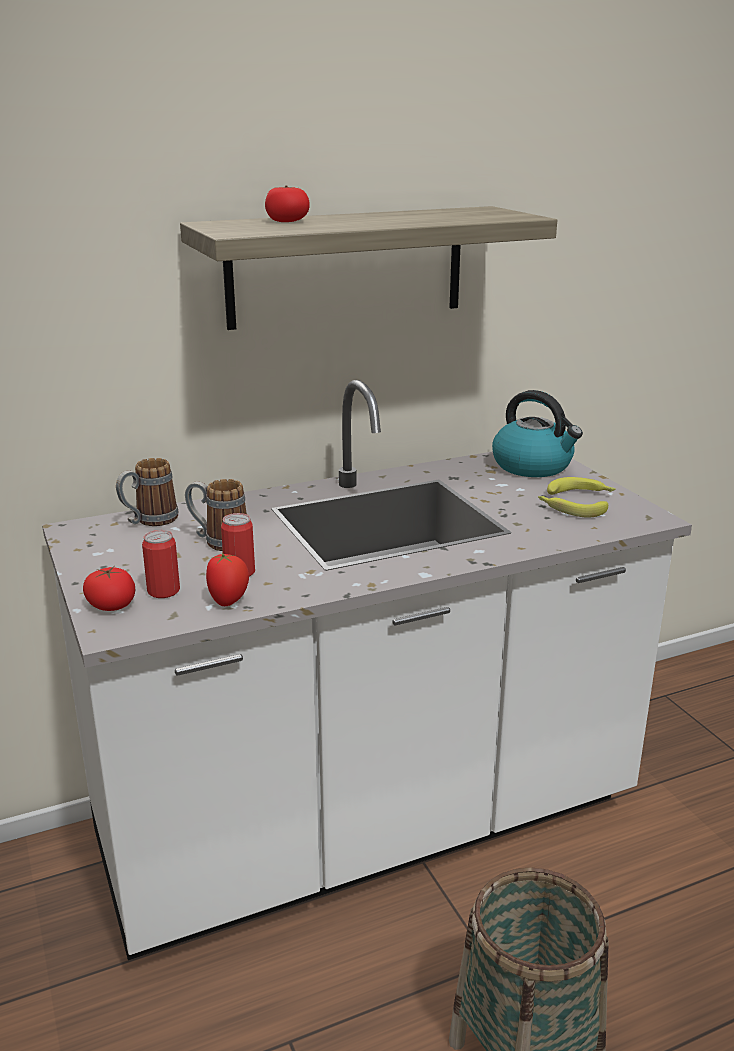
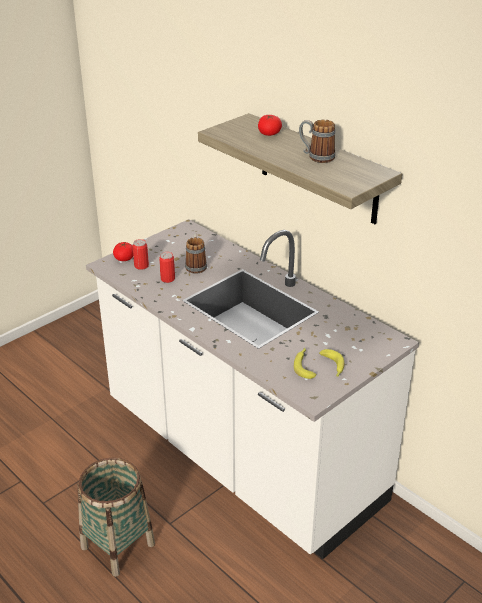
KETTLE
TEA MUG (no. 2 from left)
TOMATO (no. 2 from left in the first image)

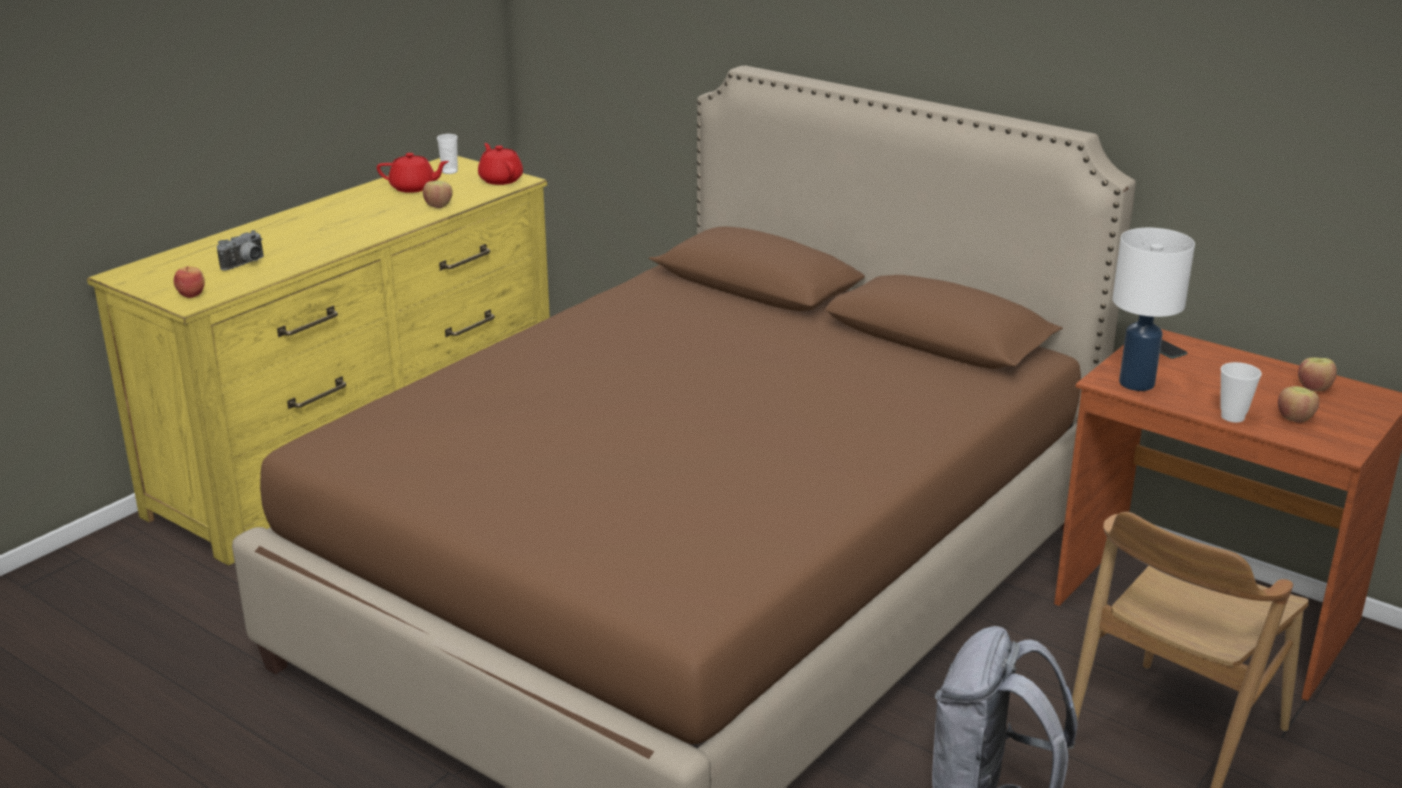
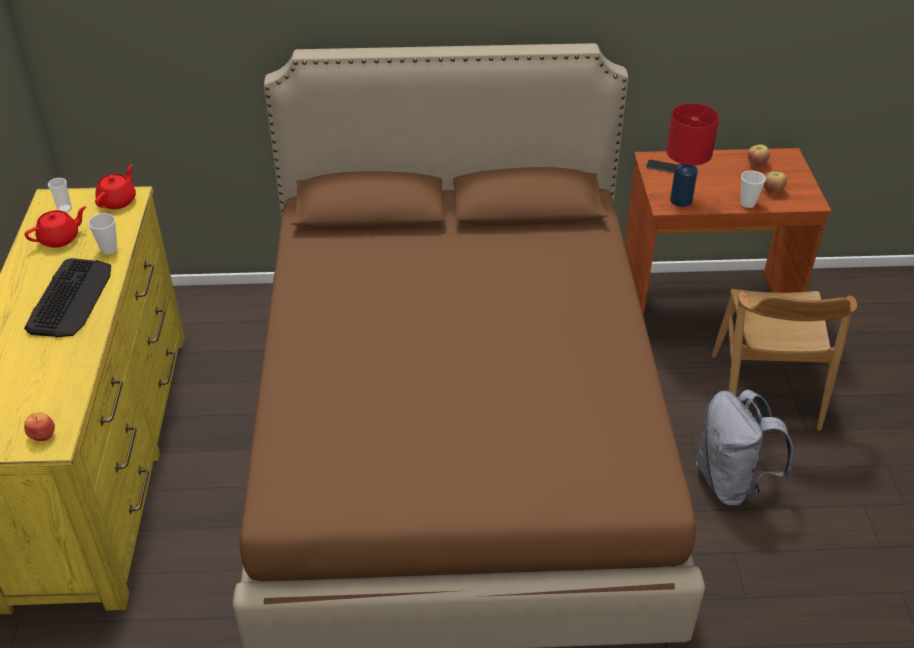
RED TEAPOT (no. 2 from left)
CUP (no. 2 from left)
RED LAMP FOR A TABLE
PHOTO CAMERA
COMPUTER KEYBOARD

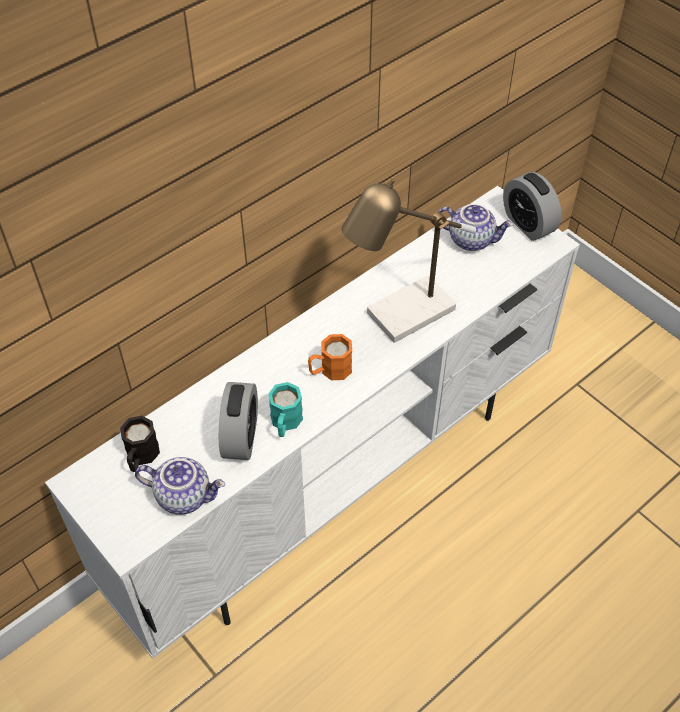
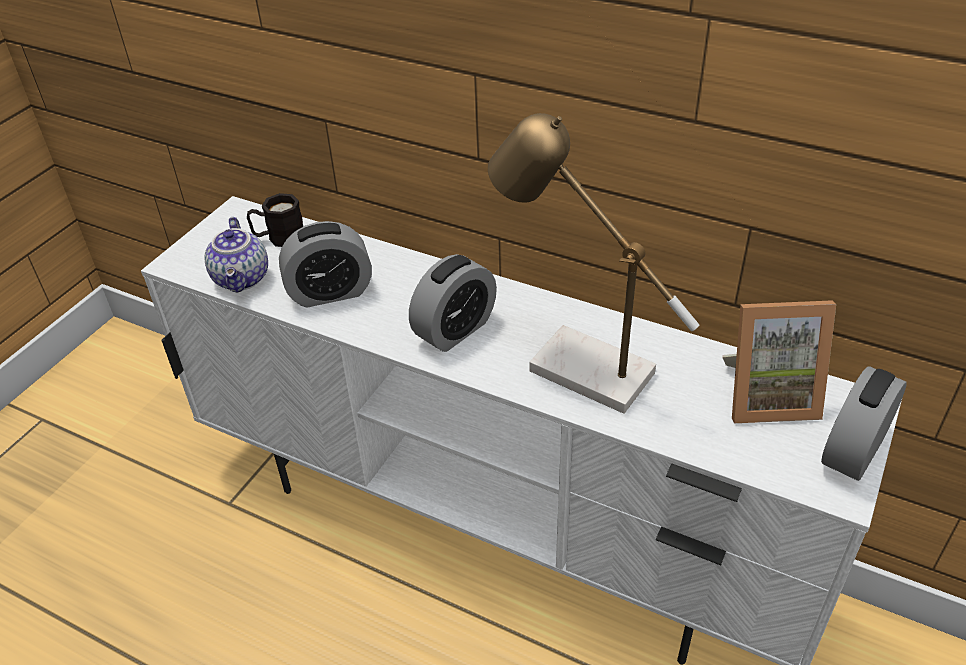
STANDING FRAME
ALARM CLOCK (no. 2 from left)
BLUE-GREEN TEA MUG

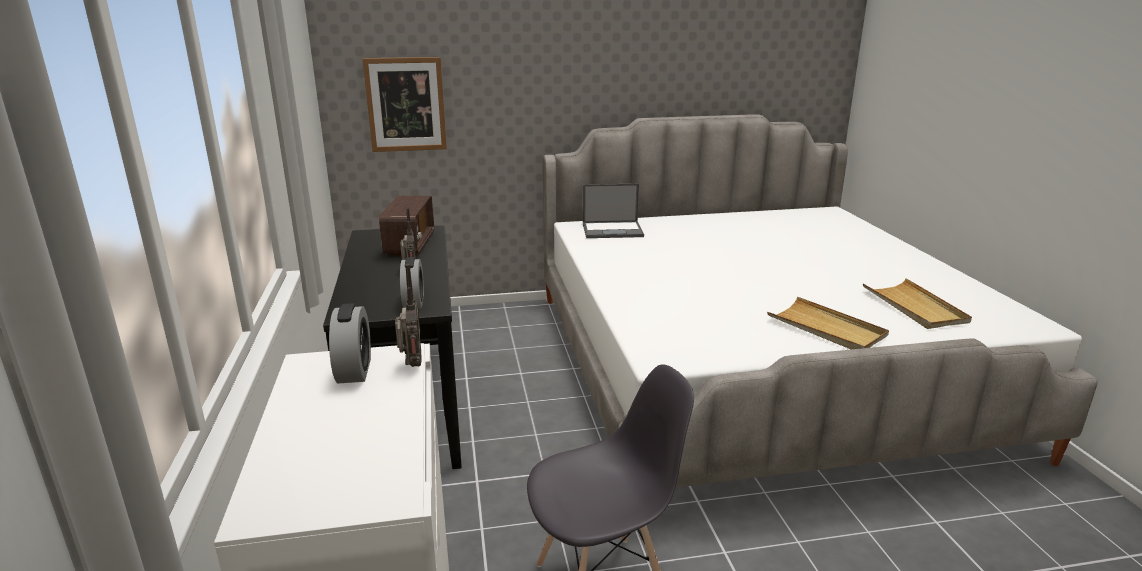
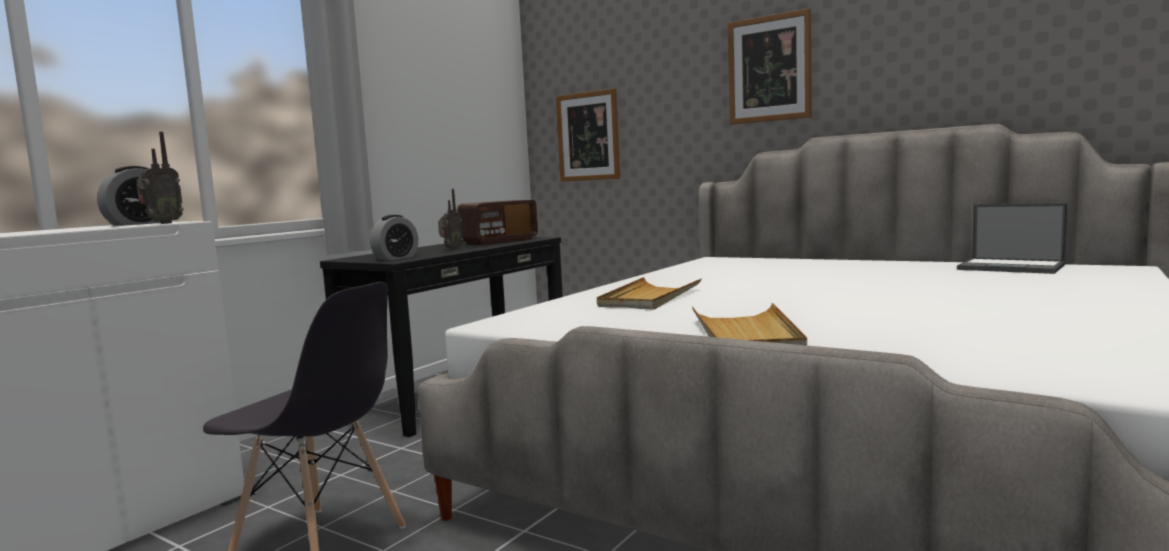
PORTABLE COMPUTER
SAND-COLOURED SERVING TRAY (no. 1 from left)
WALL ART (no. 2 from left)

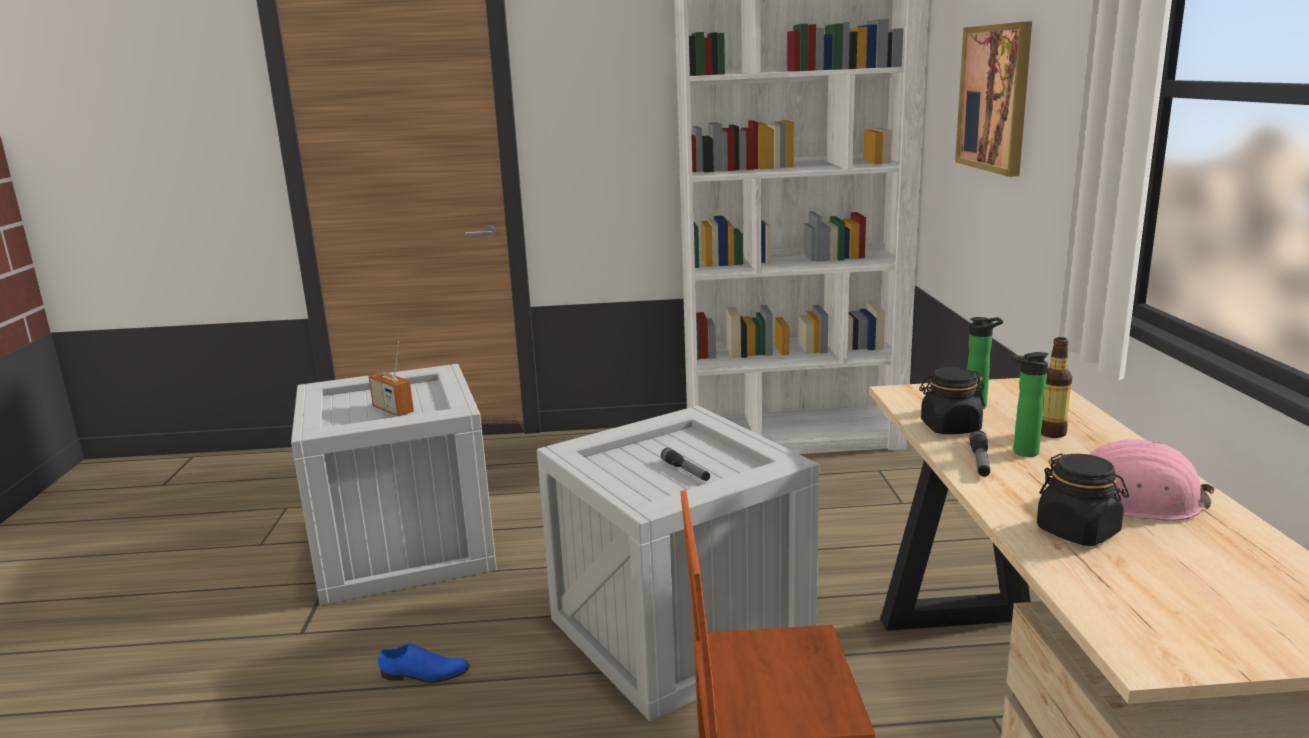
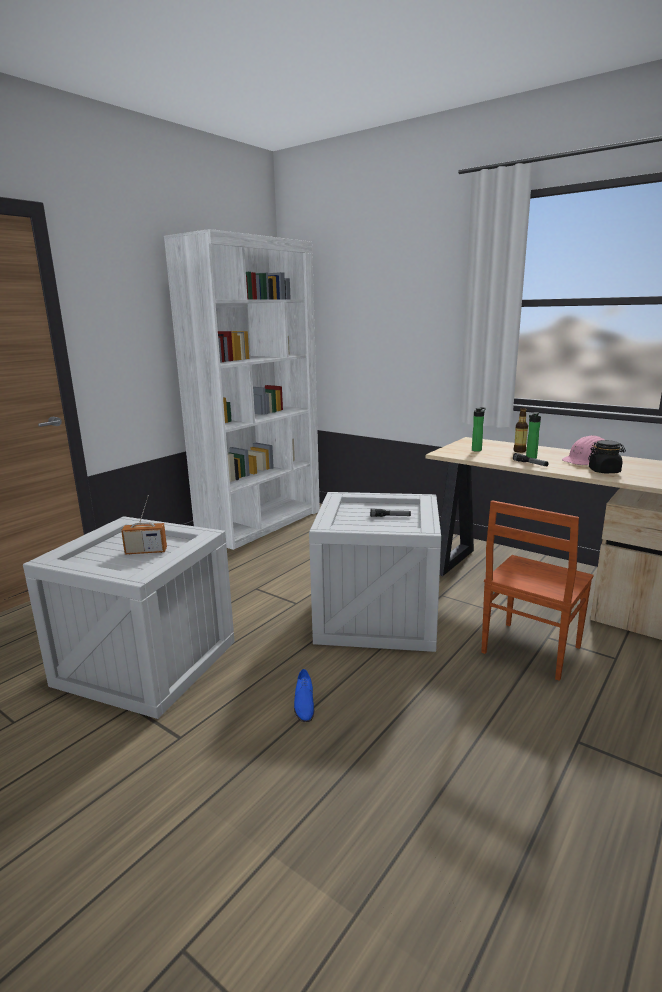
WALL ART
BLACK STORAGE JAR (no. 1 from left in the first image)
BLUISH ITEM OF FOOTWEAR

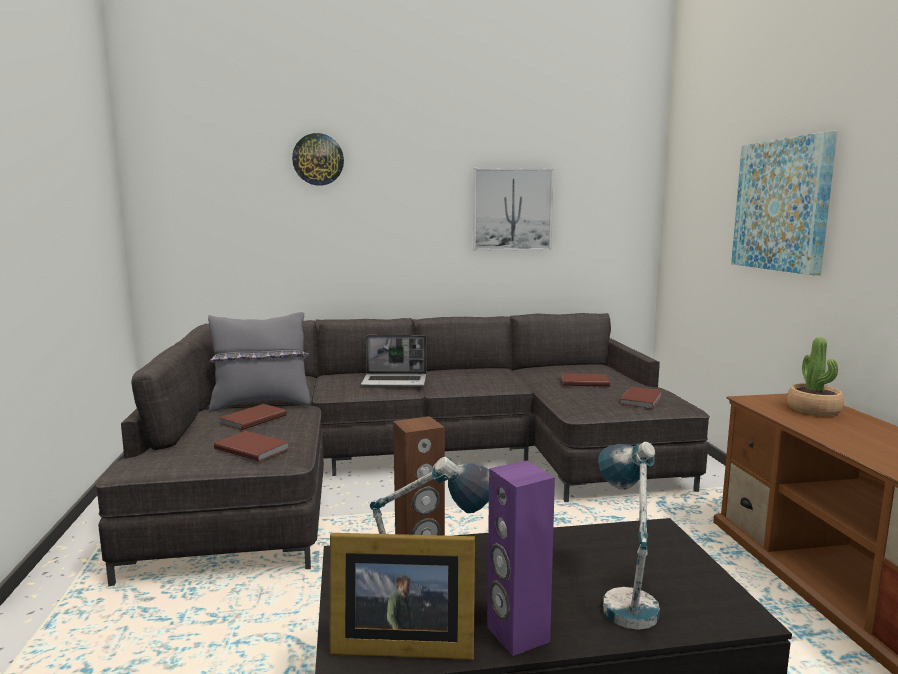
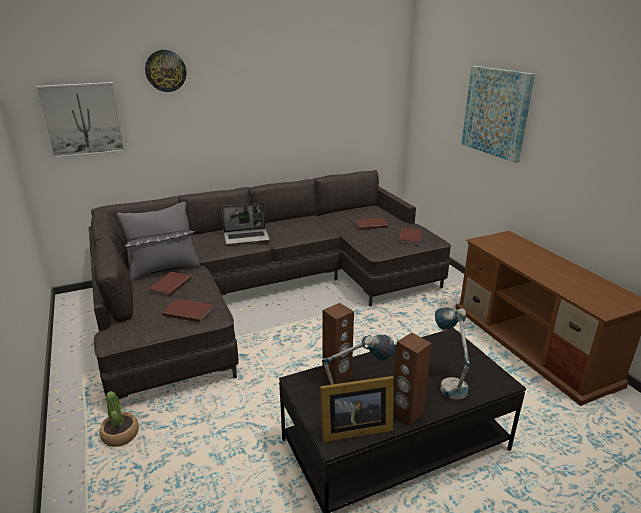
WALL ART (no. 1 from left)
PLANT IN A POT
BROWN-COLOURED SPEAKER (no. 2 from left)

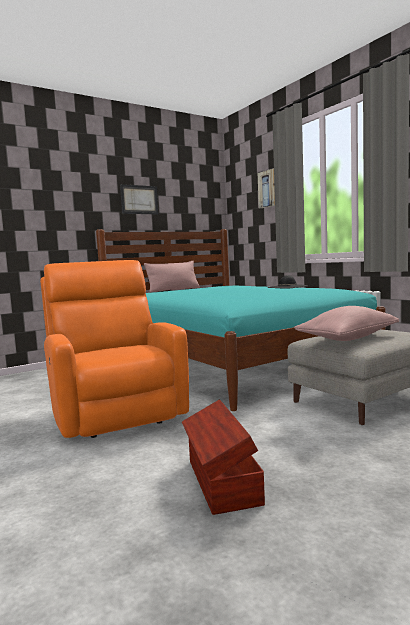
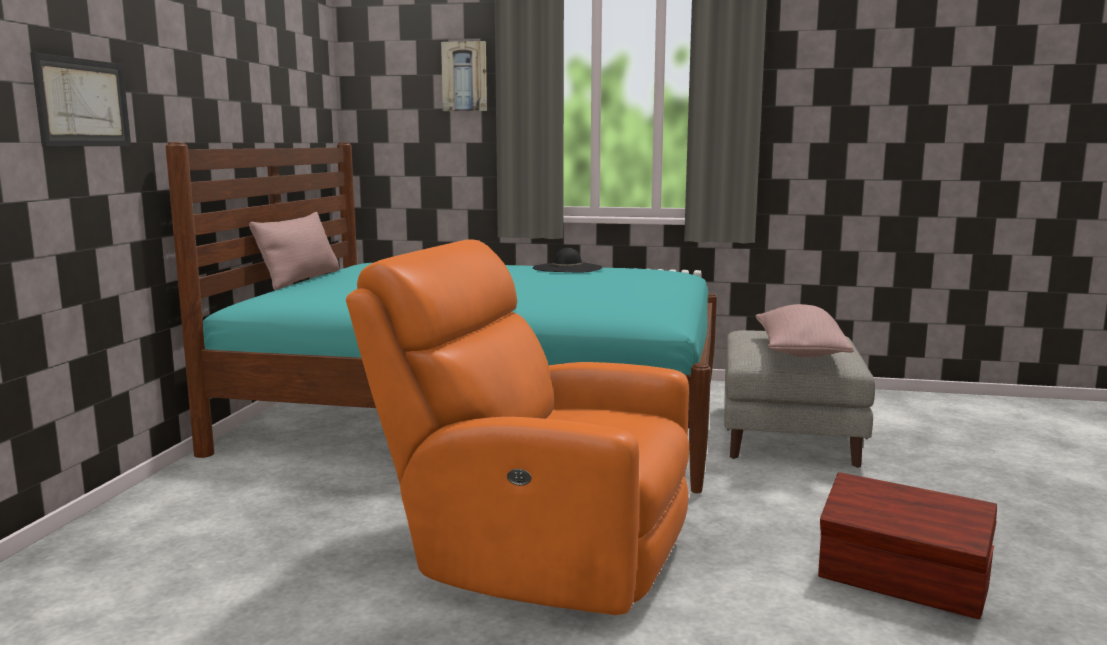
WALL ART (no. 1 from left)

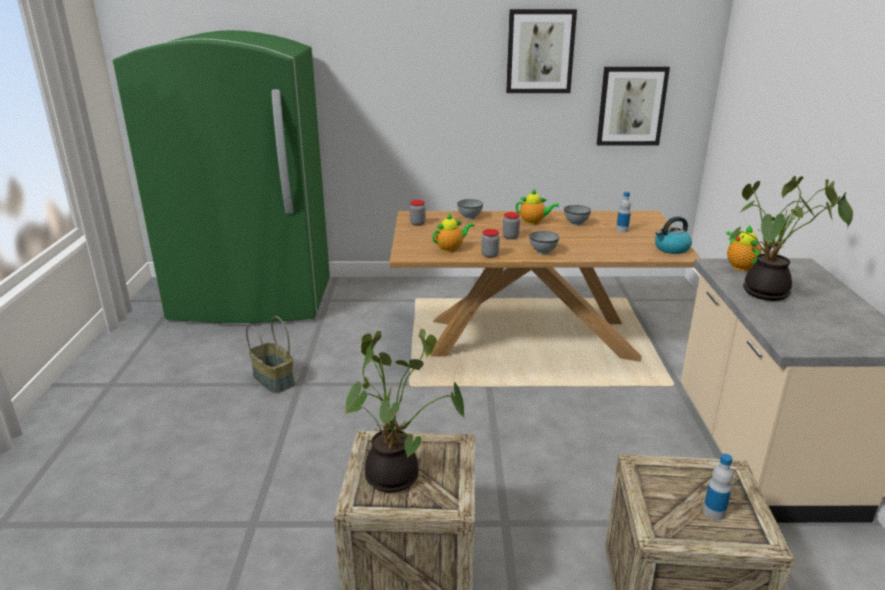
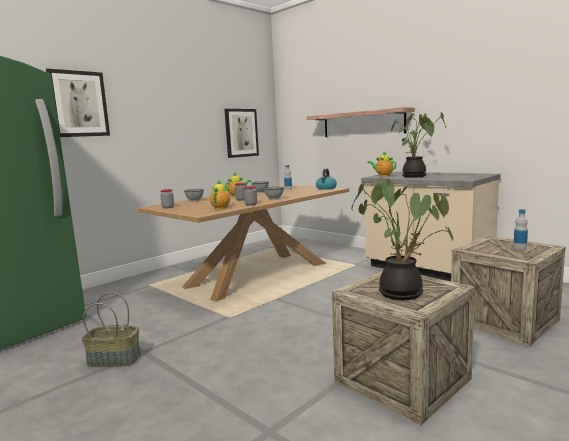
WALL ART (no. 1 from left)
BRACKET SHELF

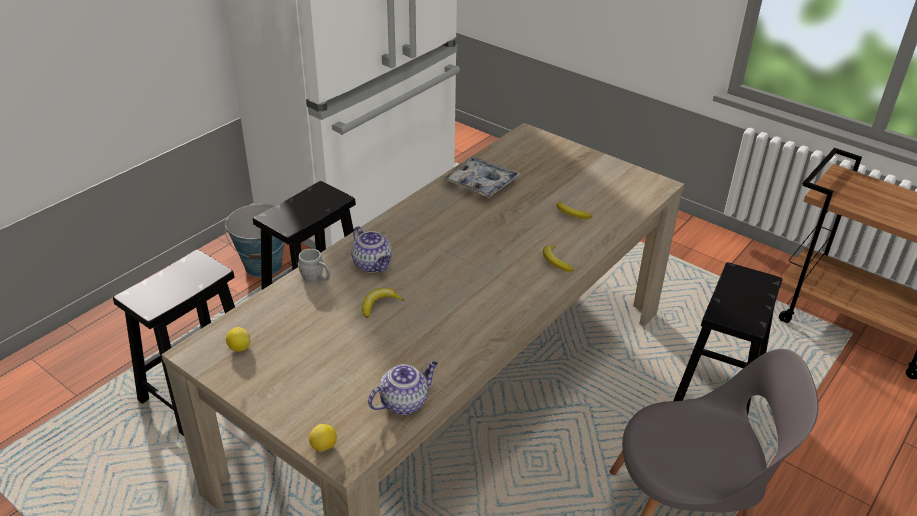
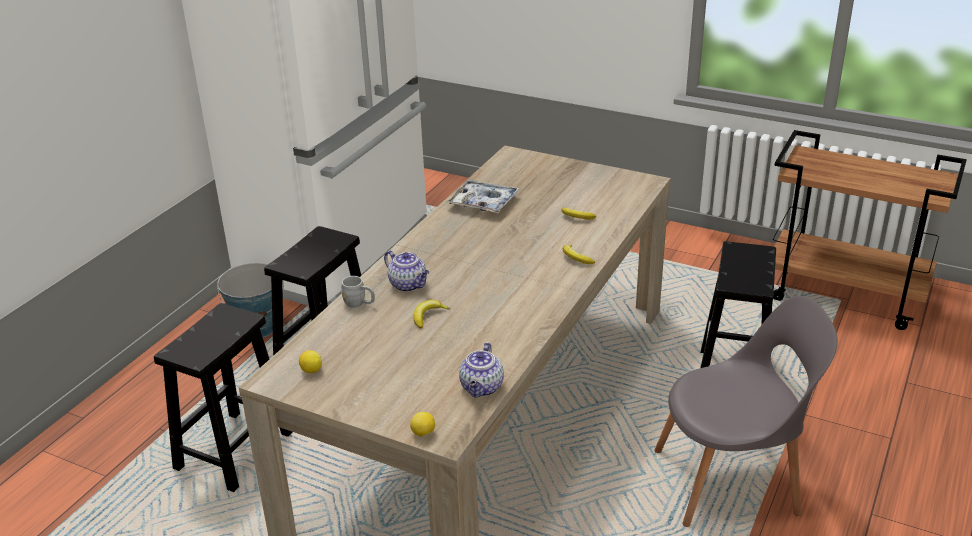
TEAPOT (no. 2 from left)

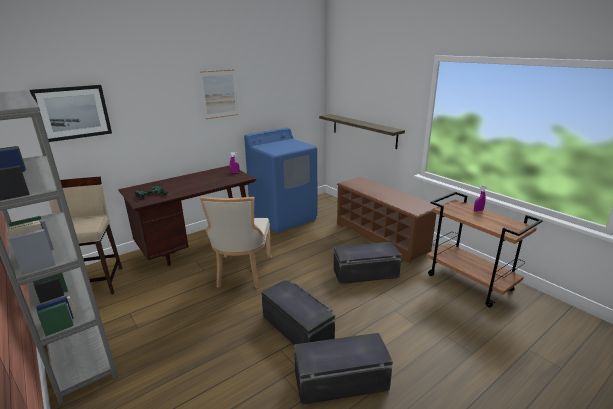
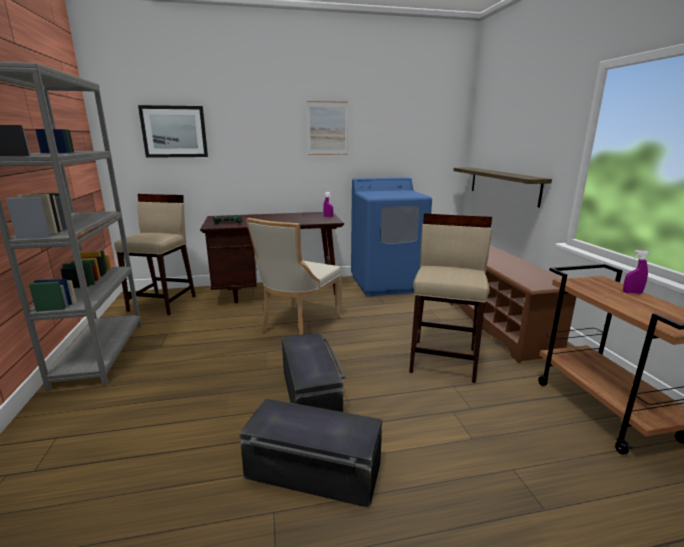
SAND-COLOURED STOOL (no. 2 from left)

